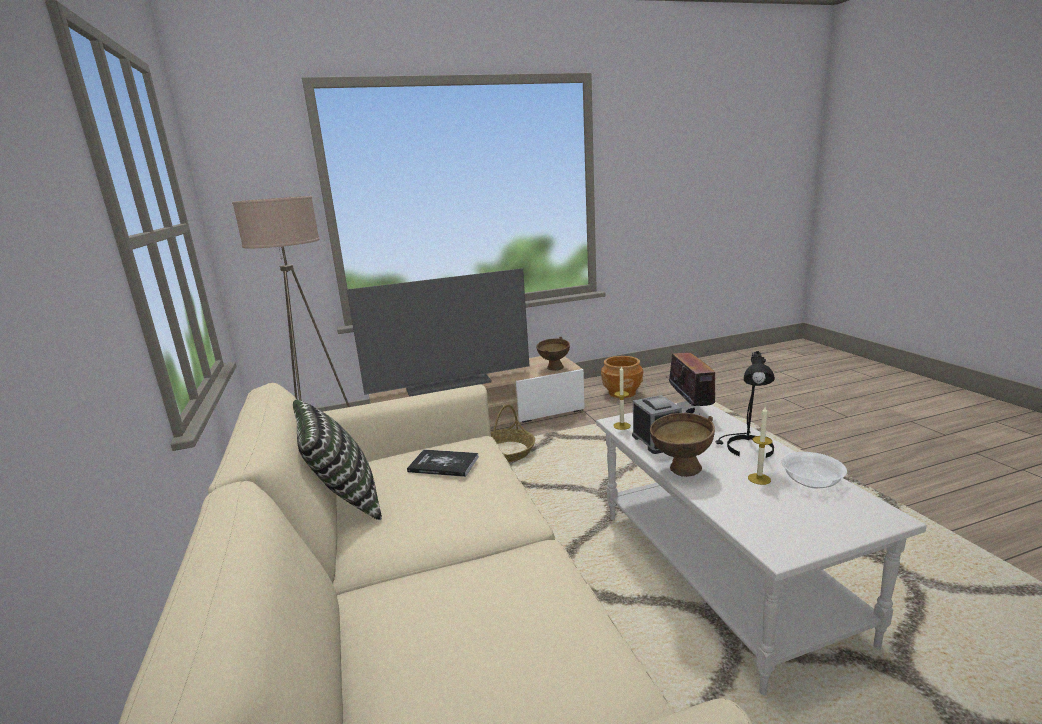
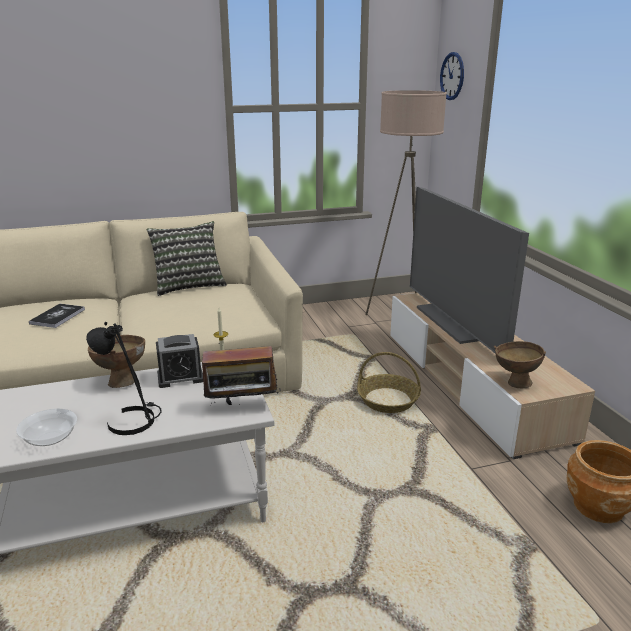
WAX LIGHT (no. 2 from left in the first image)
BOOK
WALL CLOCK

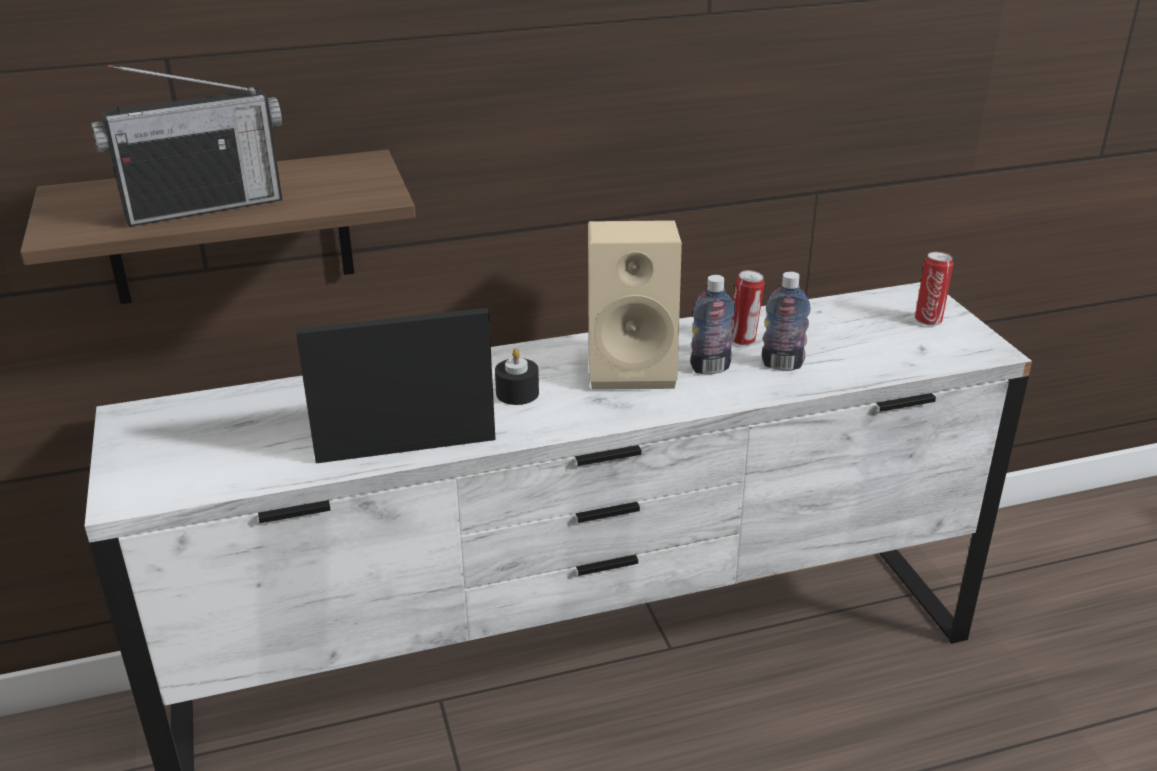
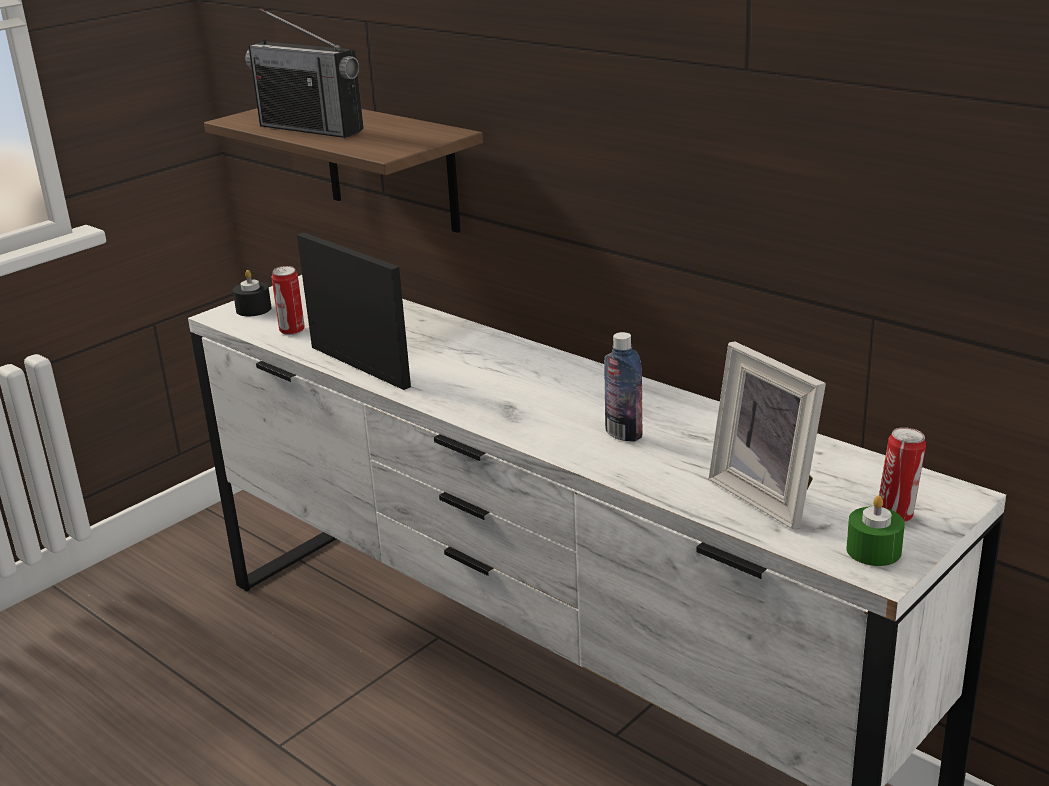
SAND-COLOURED SPEAKER
CAN (no. 1 from left)
BEVERAGE BOTTLE (no. 2 from left in the first image)
BLACK WAX LIGHT
STANDING FRAME (no. 2 from left)
GREEN WAX LIGHT

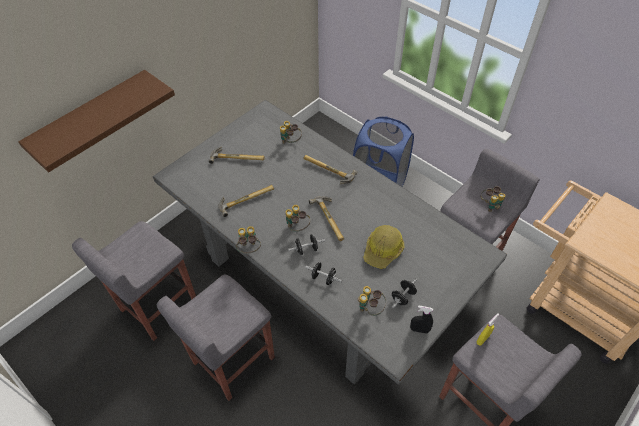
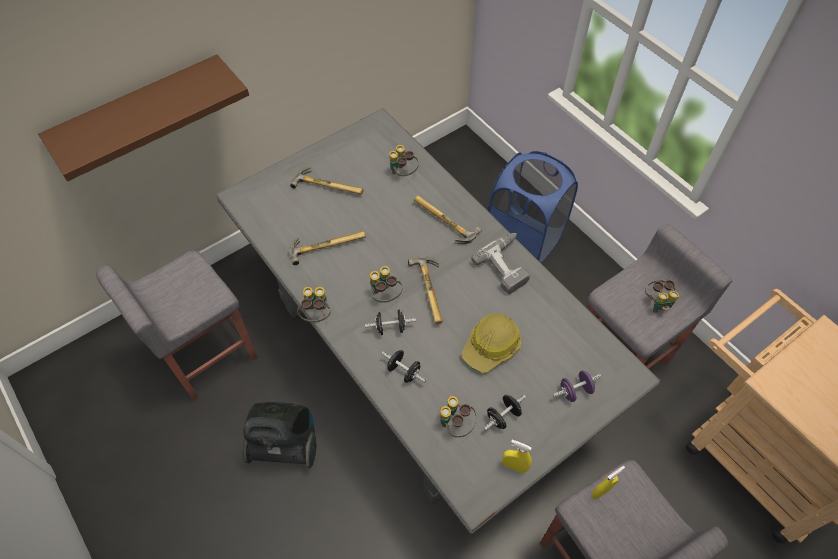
VACUUM CLEANER
YELLOW-COLOURED HAND SPRAYER (no. 1 from left)
ELECTRIC DRILL
PURPLE-COLOURED FREE WEIGHT

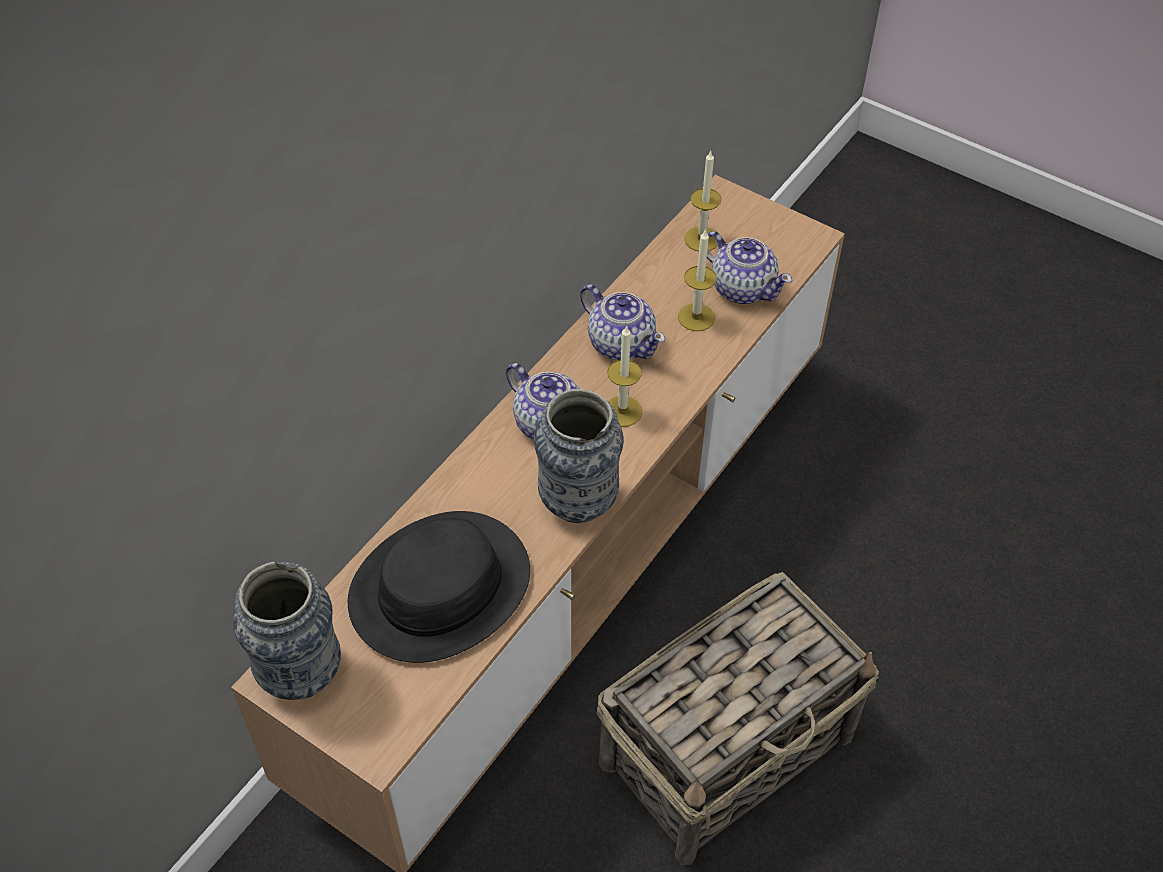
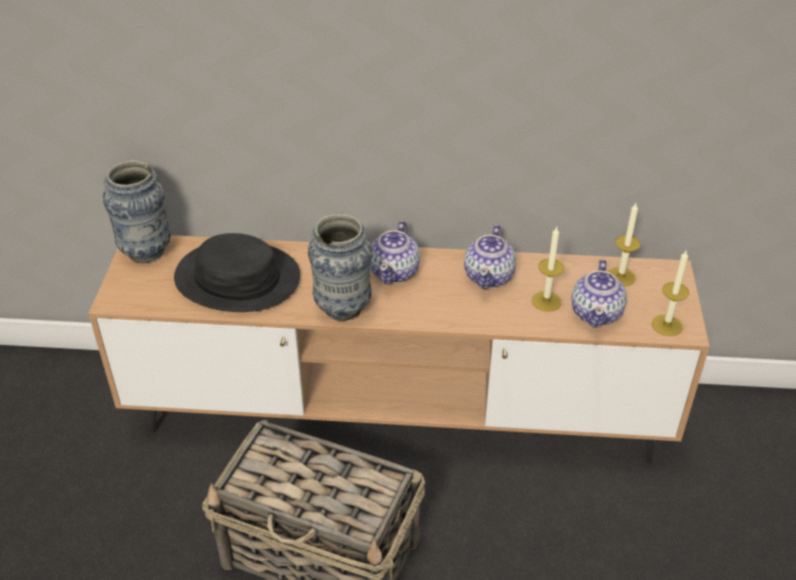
WAX LIGHT (no. 3 from left)

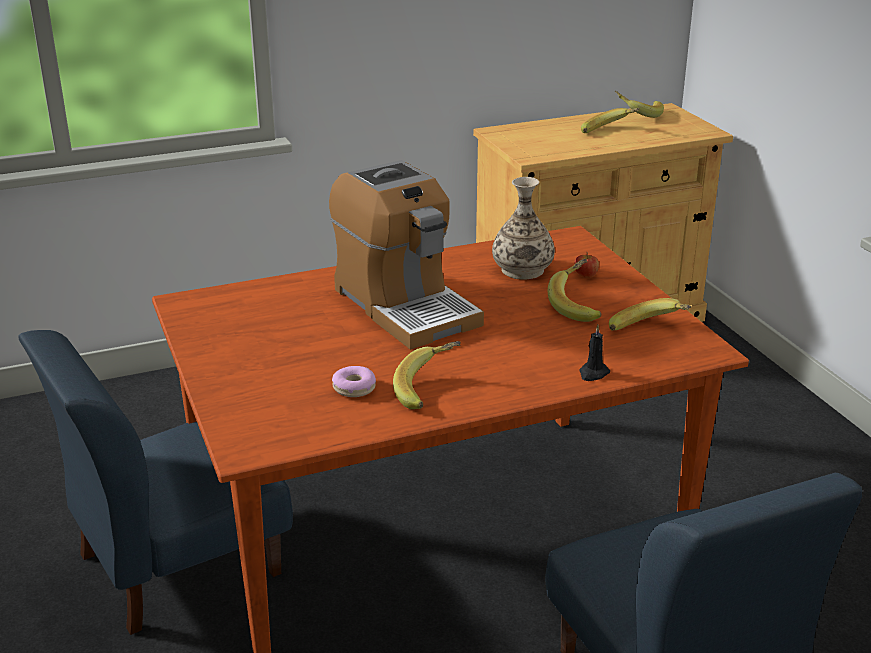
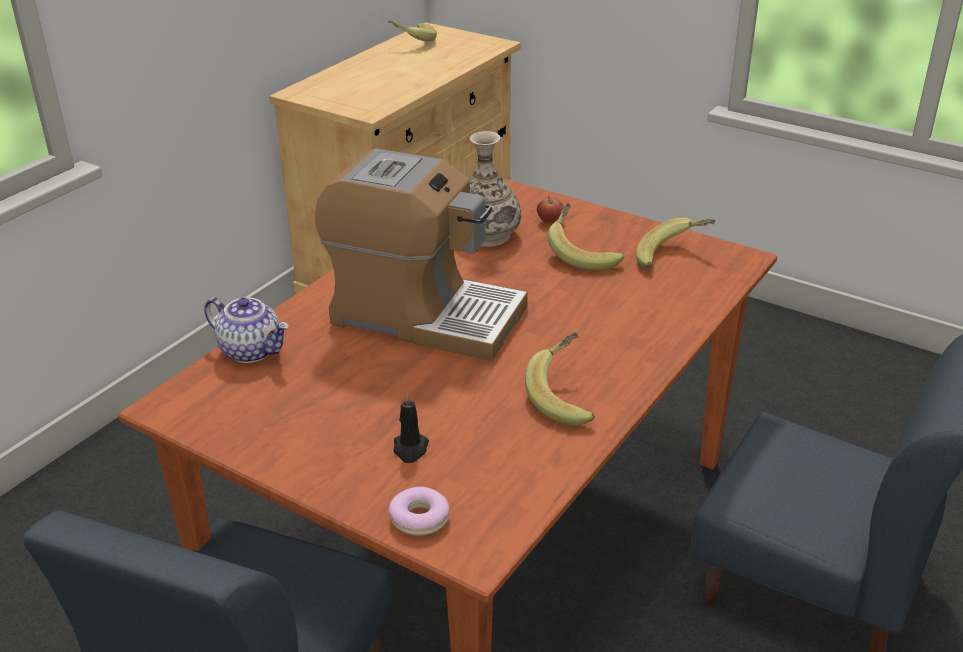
WHOLE BANANA (no. 3 from left in the first image)
BLACK WAX LIGHT
RING DOUGHNUT
TEAPOT

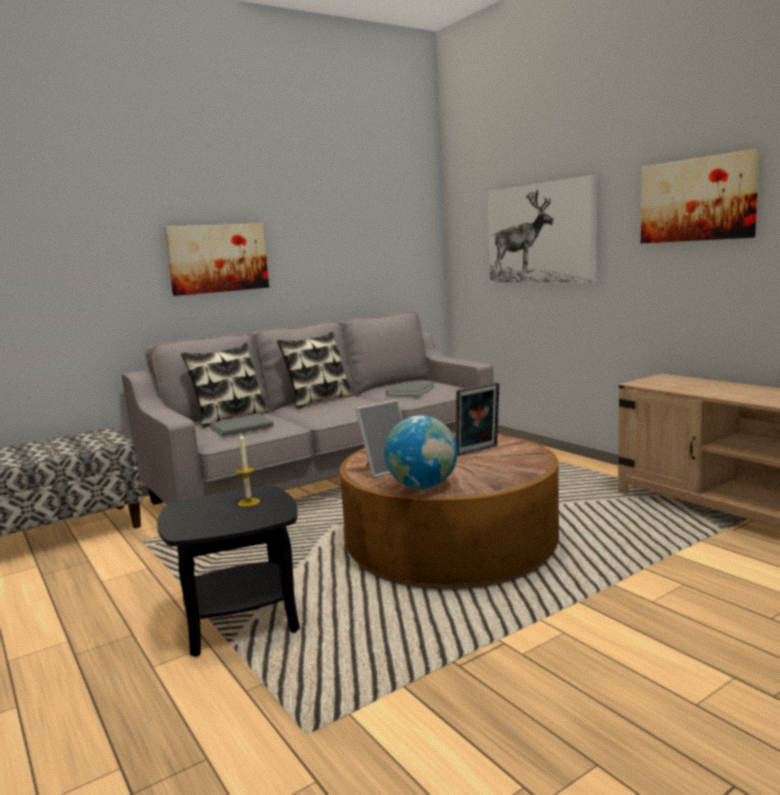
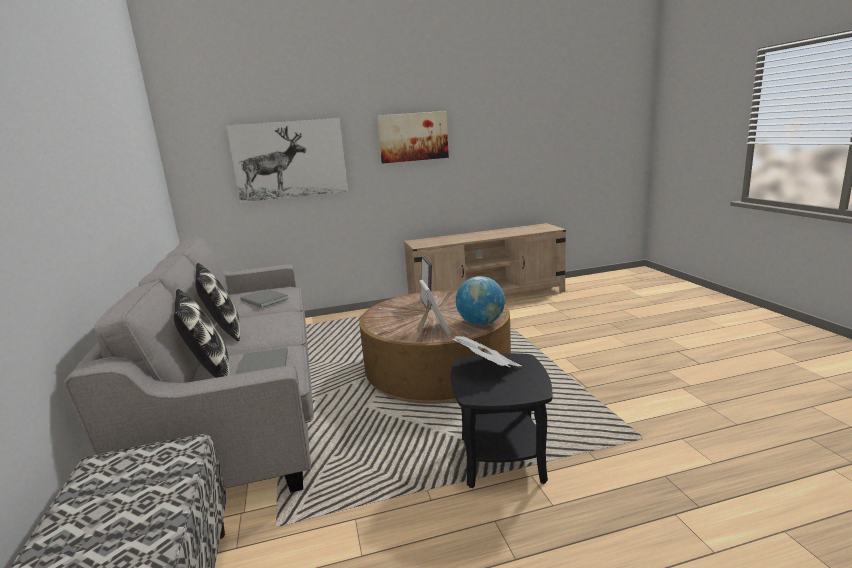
WALL ART (no. 1 from left in the first image)
NEWSPAPER

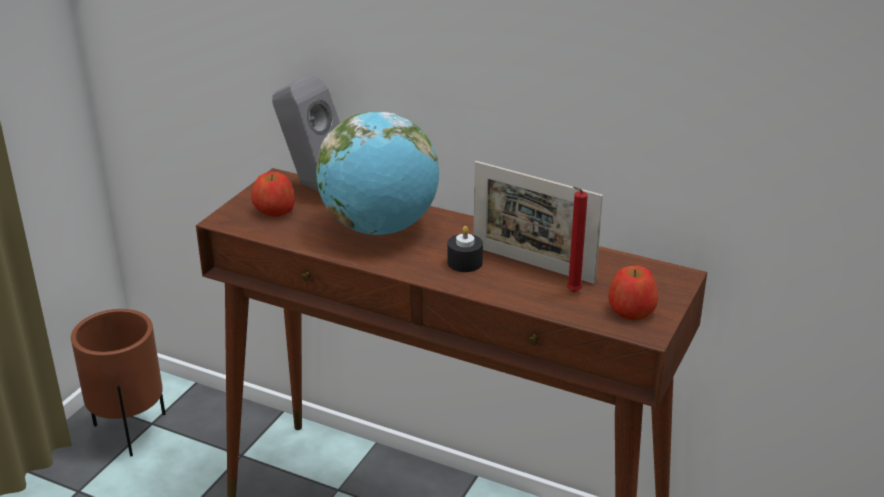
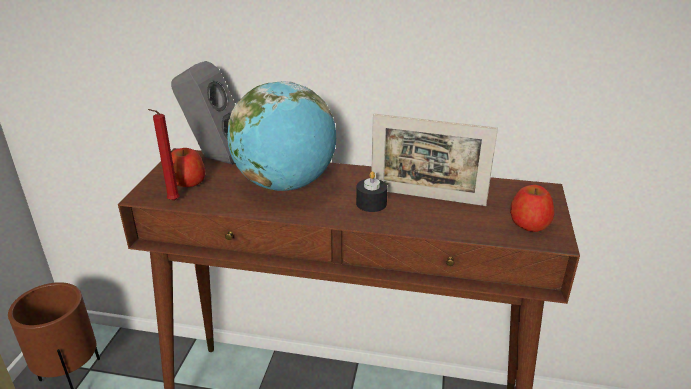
RED WAX LIGHT

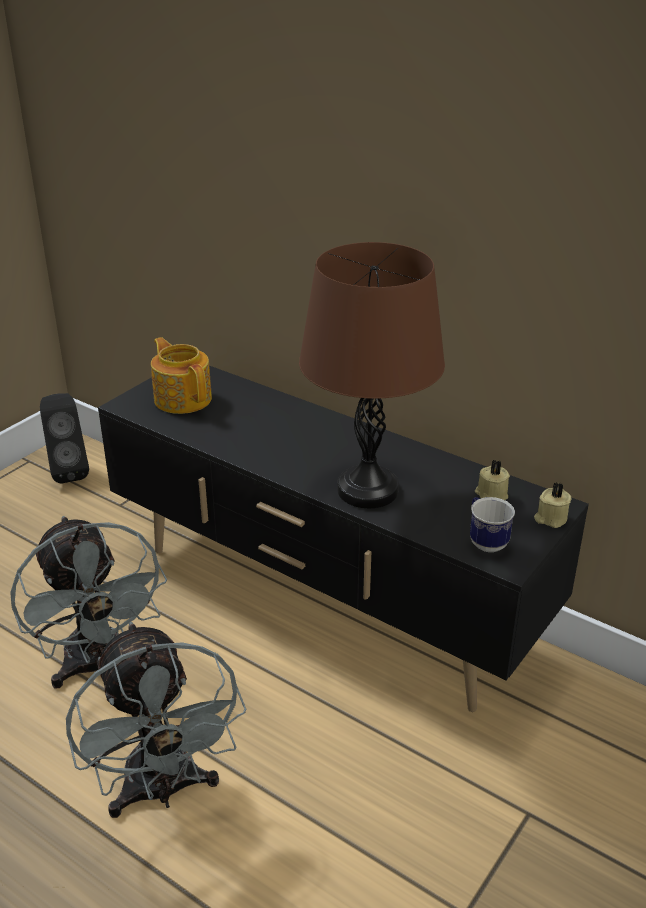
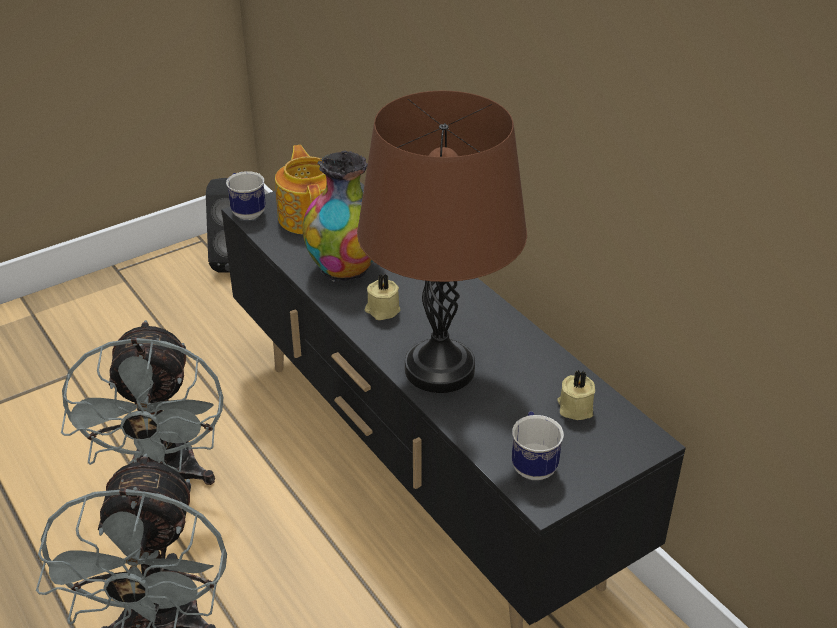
SAND-COLOURED WAX LIGHT (no. 1 from left)
DECORATIVE VASE
TEA MUG (no. 1 from left)

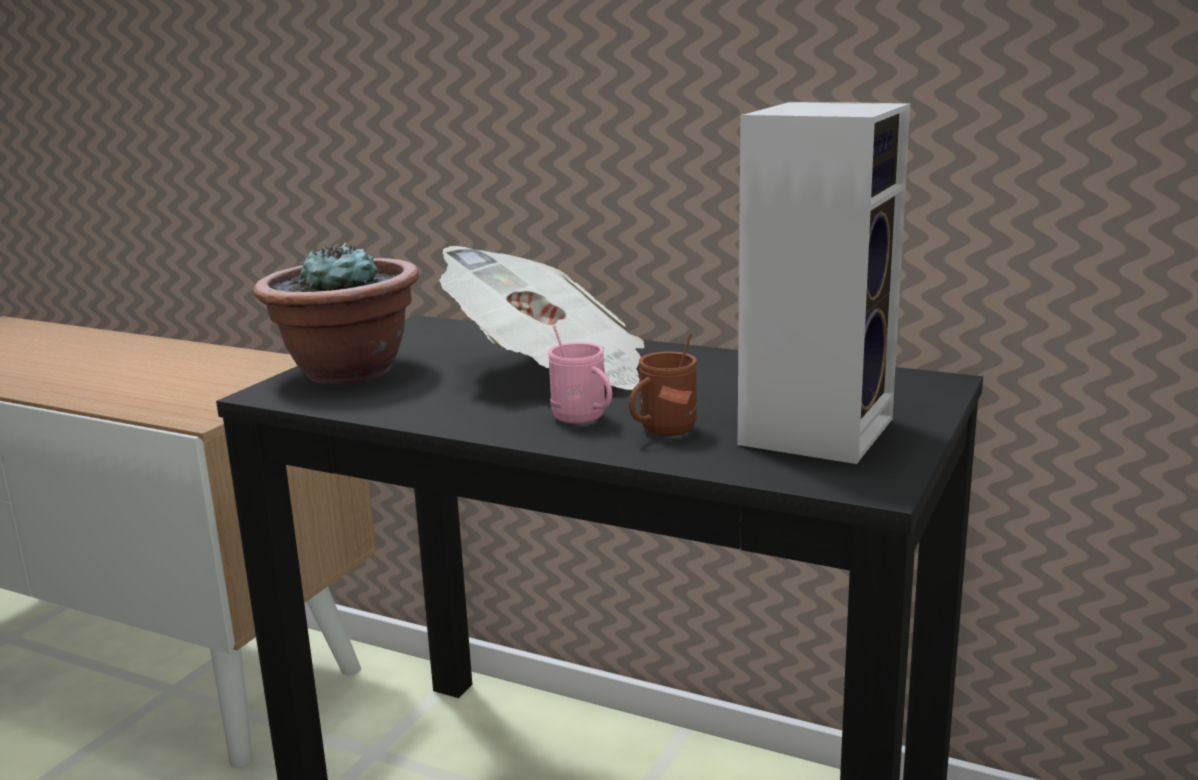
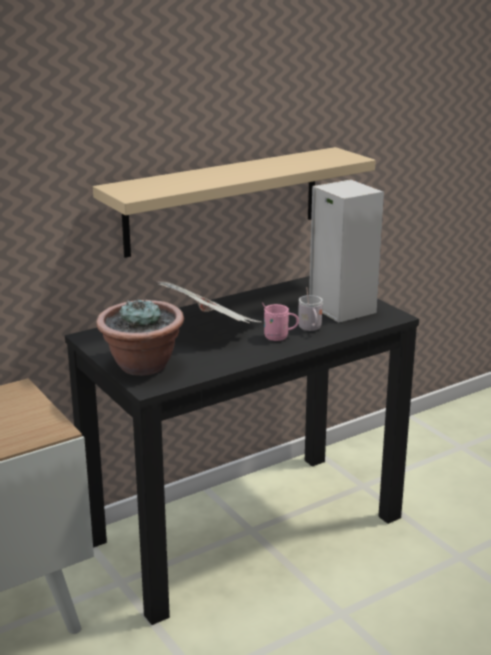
WHITISH TEA MUG
SAND-COLOURED BRACKET SHELF

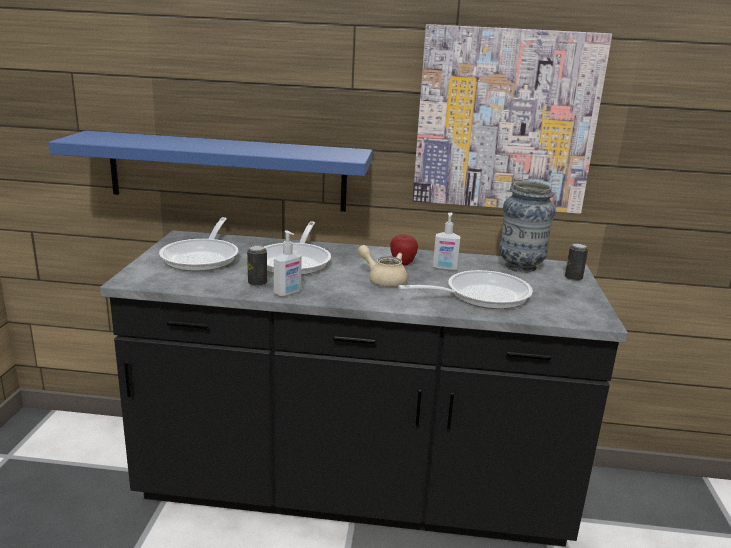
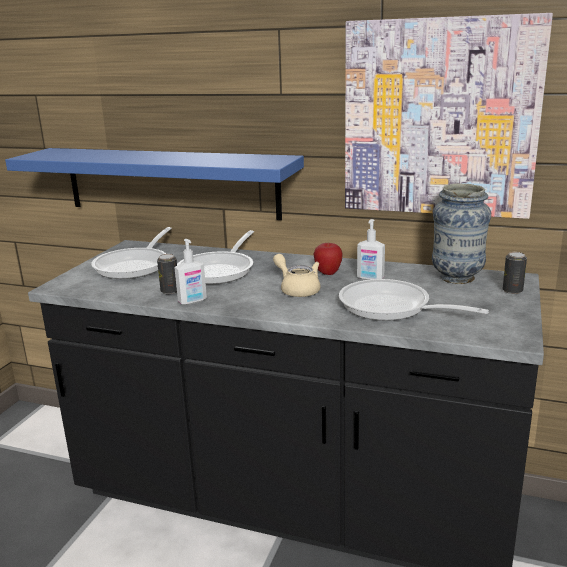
SKILLET (no. 3 from left)

